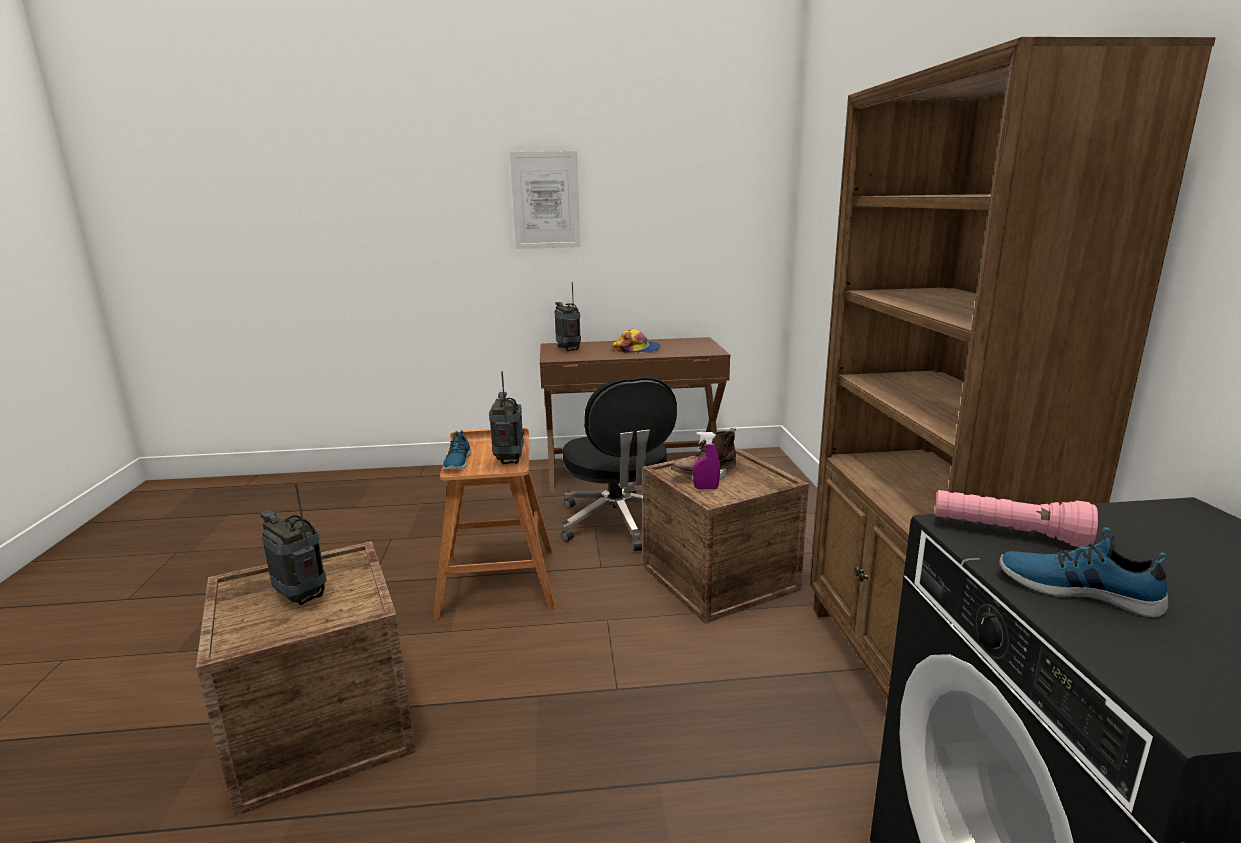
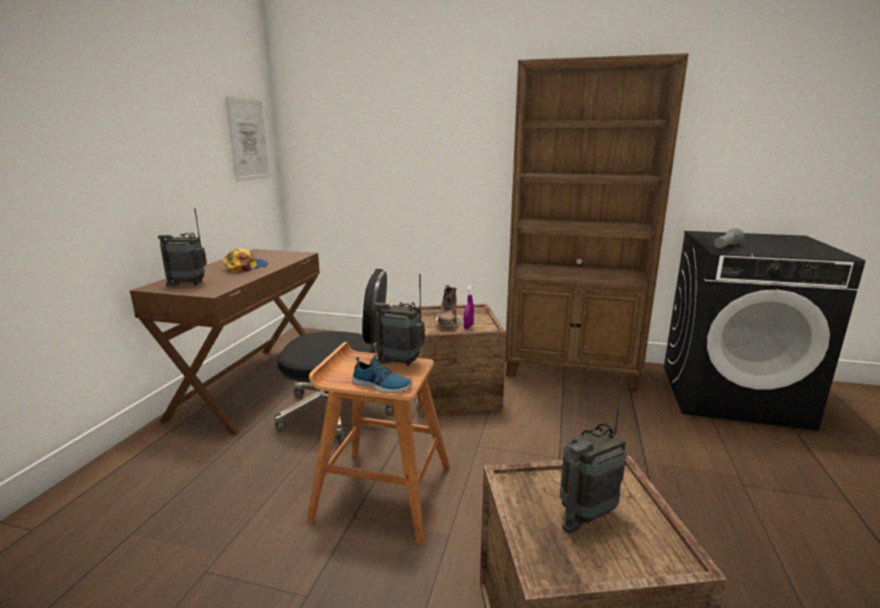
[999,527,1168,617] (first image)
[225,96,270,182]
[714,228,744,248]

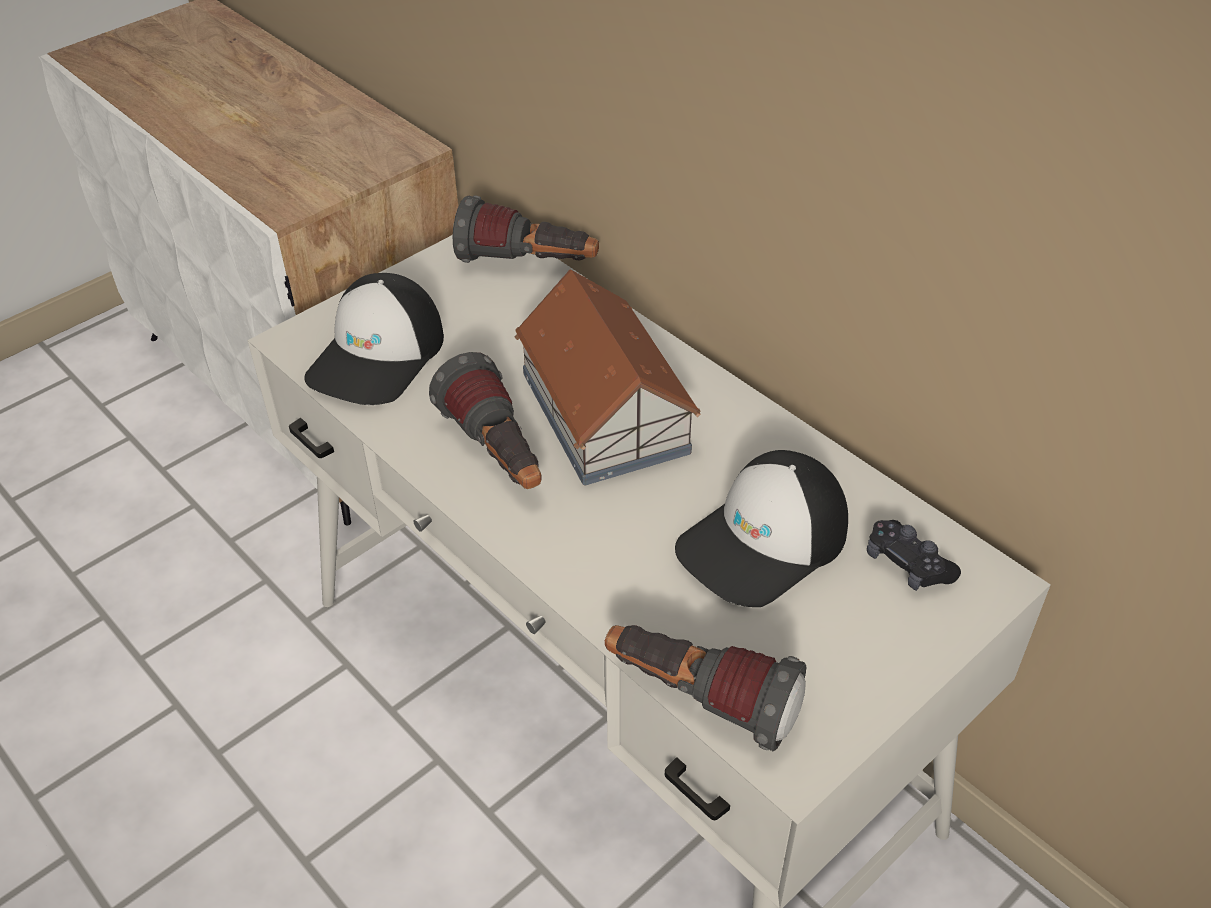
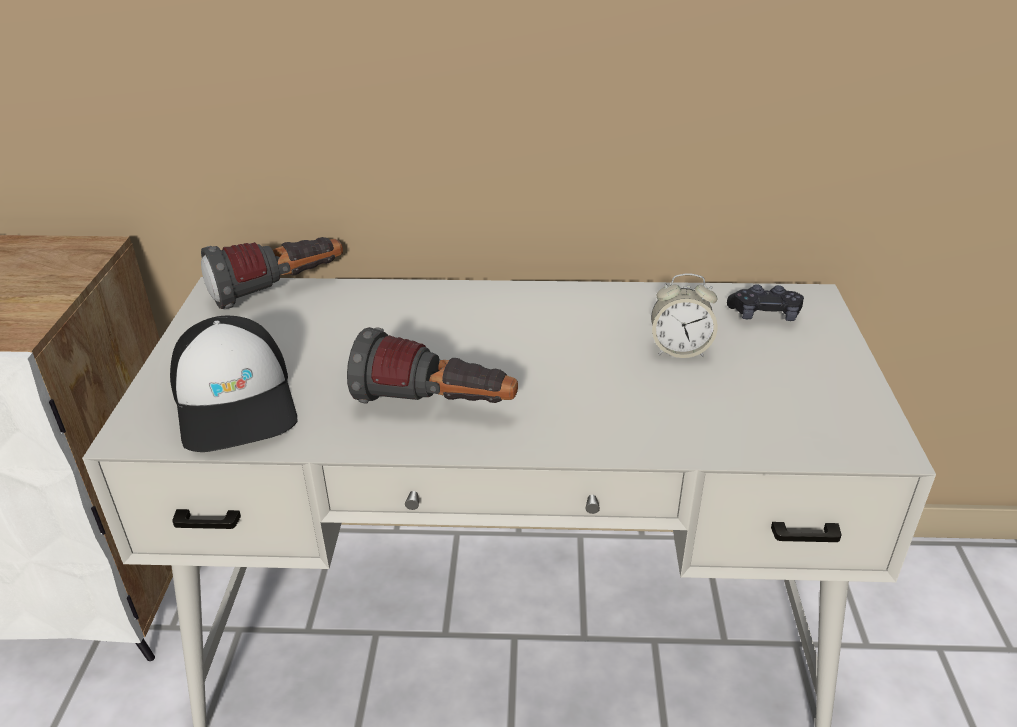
[515,270,701,486] (first image)
[605,625,806,751] (first image)
[651,273,717,358]

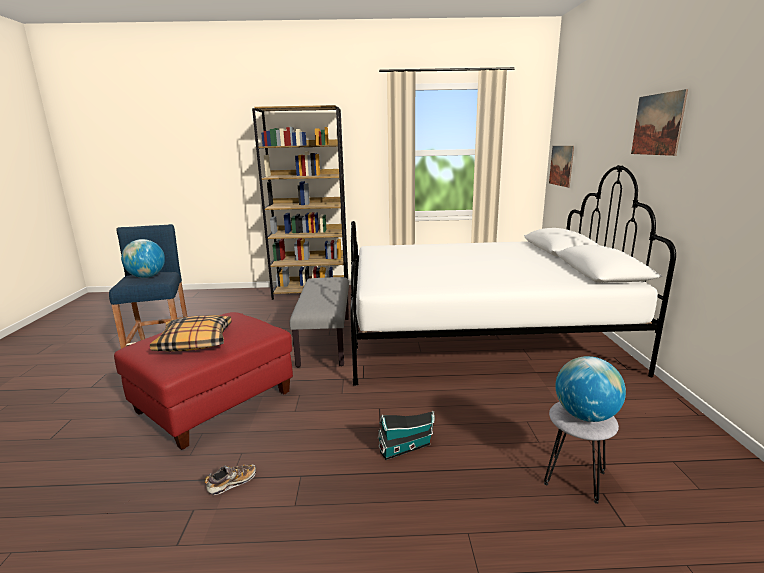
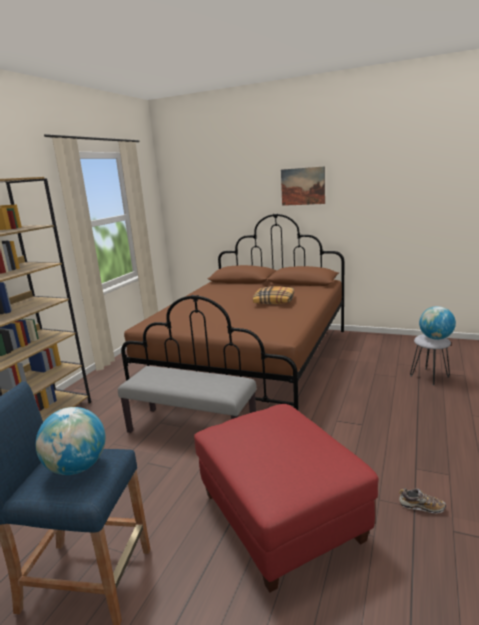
[377,411,435,460] (first image)
[549,146,574,188] (first image)
[253,286,294,304]
[121,214,344,410]
[399,488,446,514]

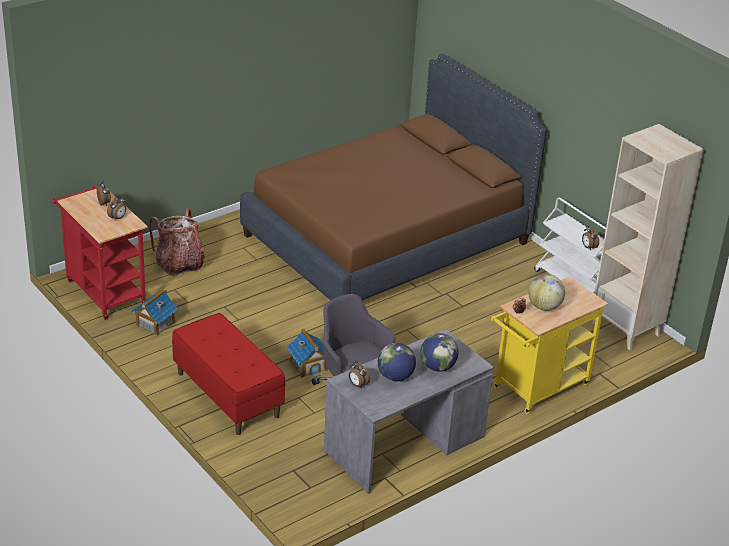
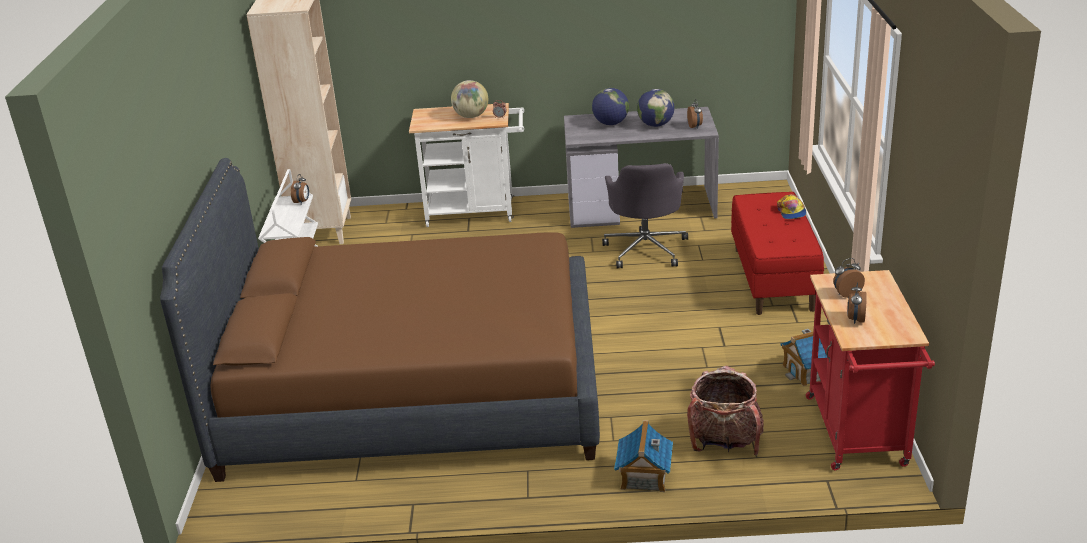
[777,194,806,219]
[614,420,673,492]
[409,103,524,227]

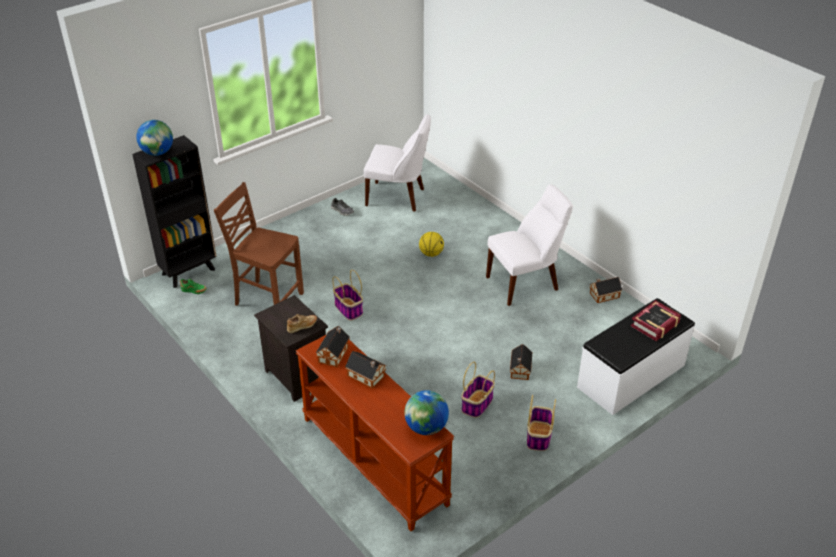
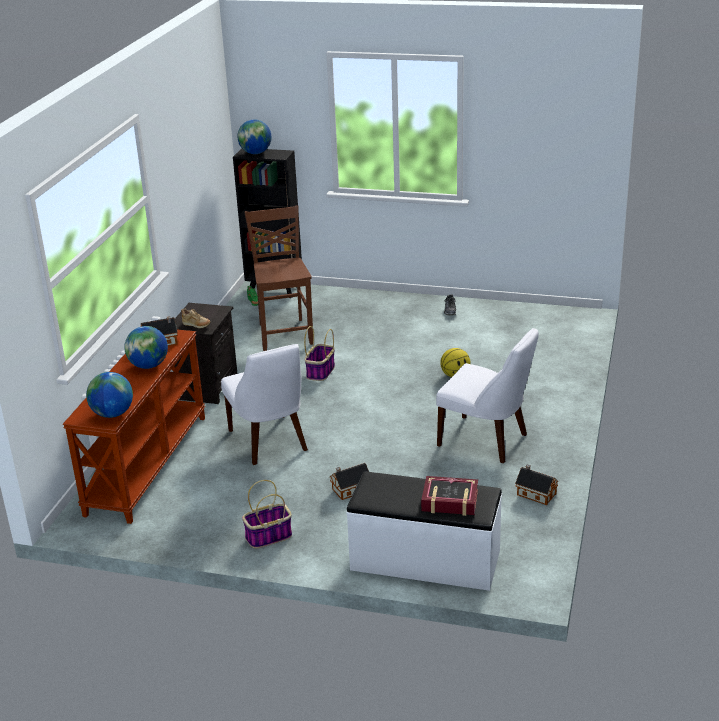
[461,362,495,418] (first image)
[221,344,308,465]
[124,326,168,369]

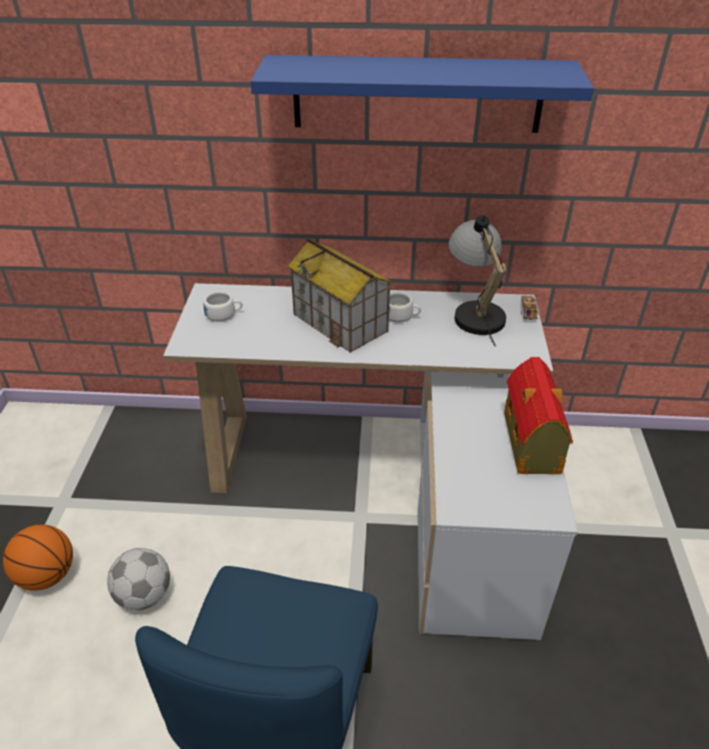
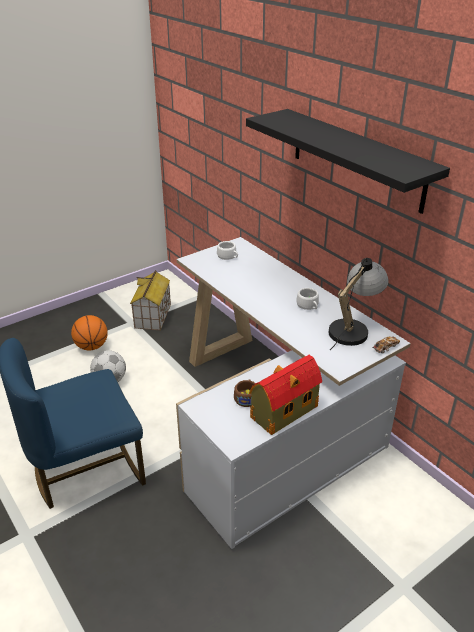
[234,379,256,407]
[130,270,171,331]
[246,109,450,214]

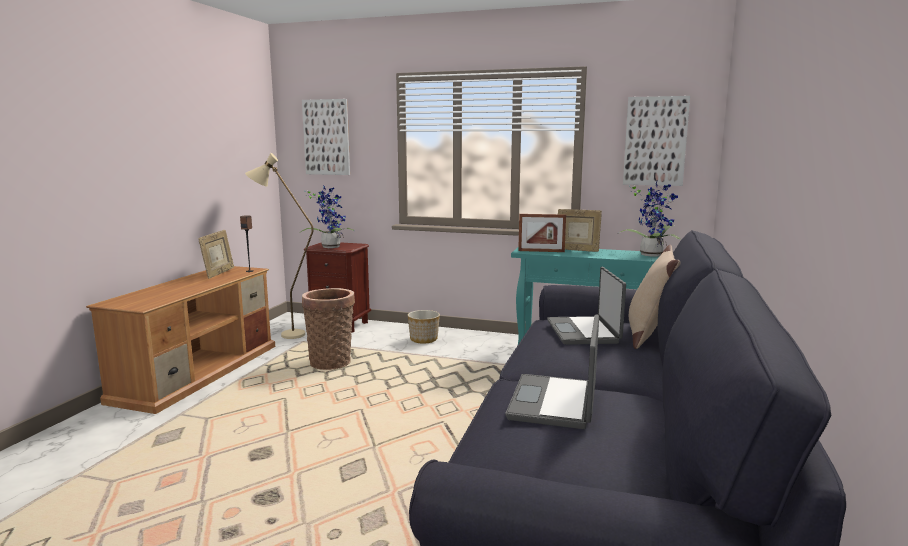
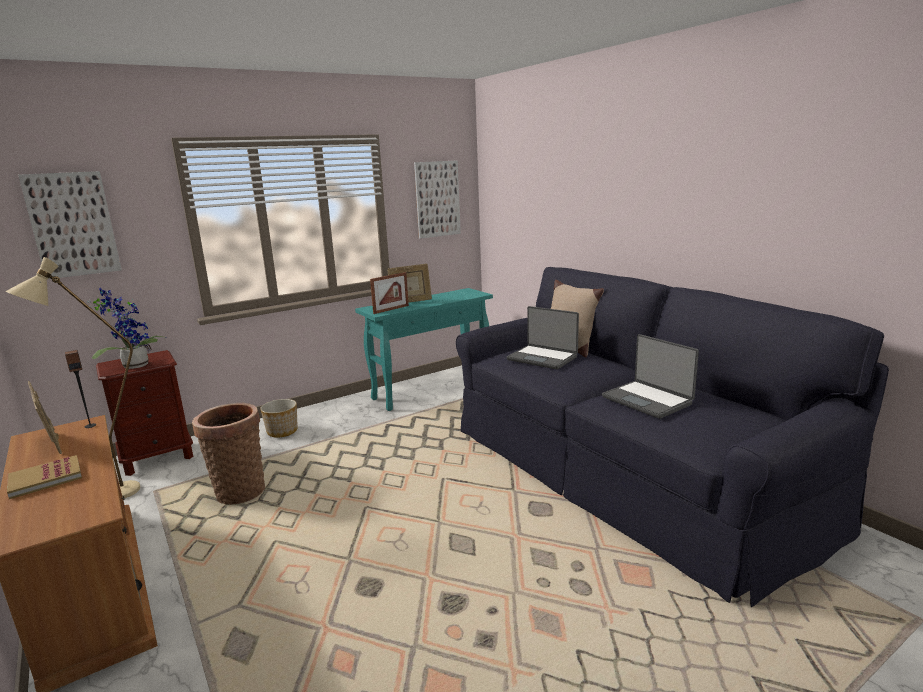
[619,180,681,257] (first image)
[7,455,82,499]

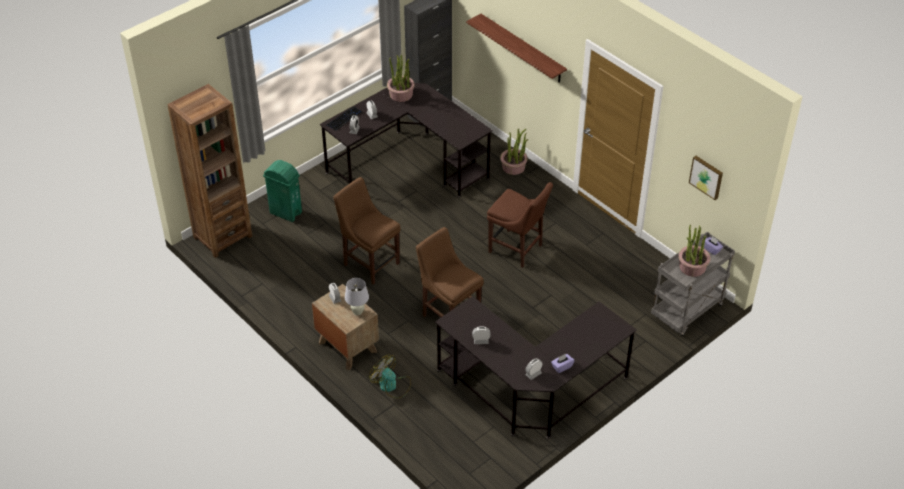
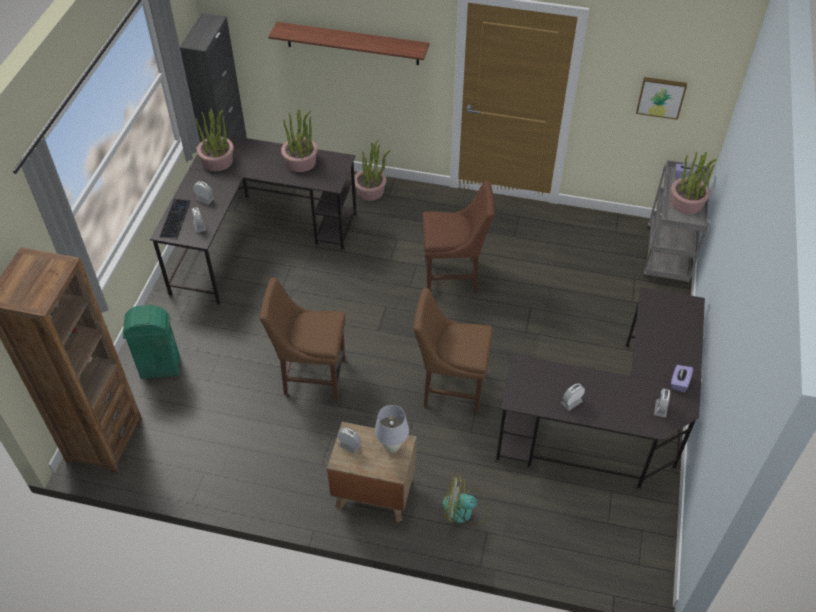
[281,109,318,172]

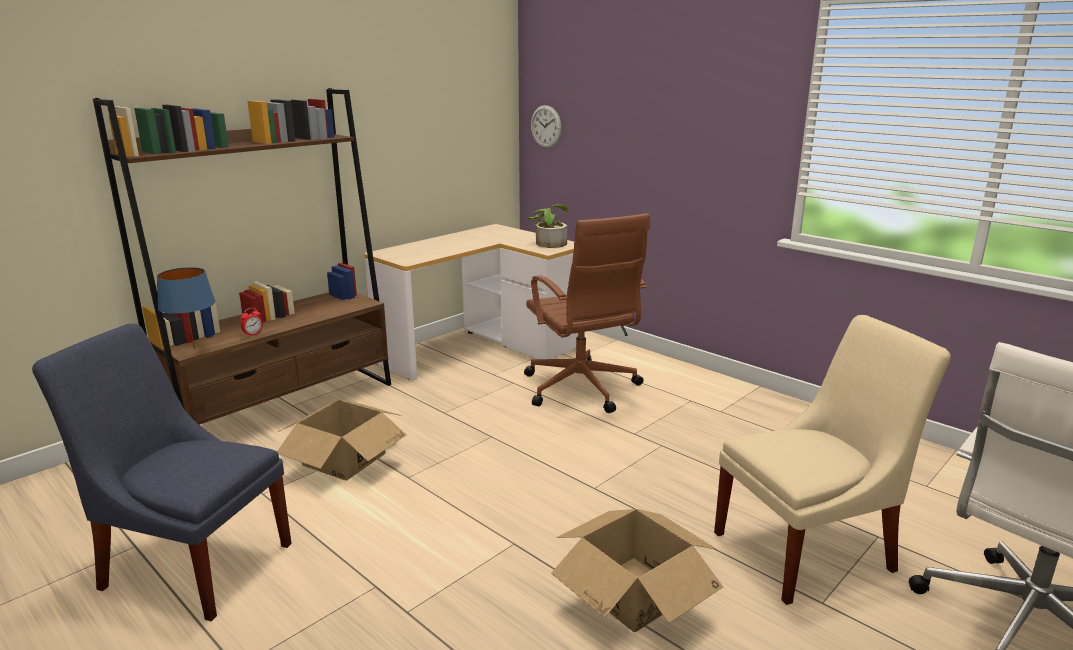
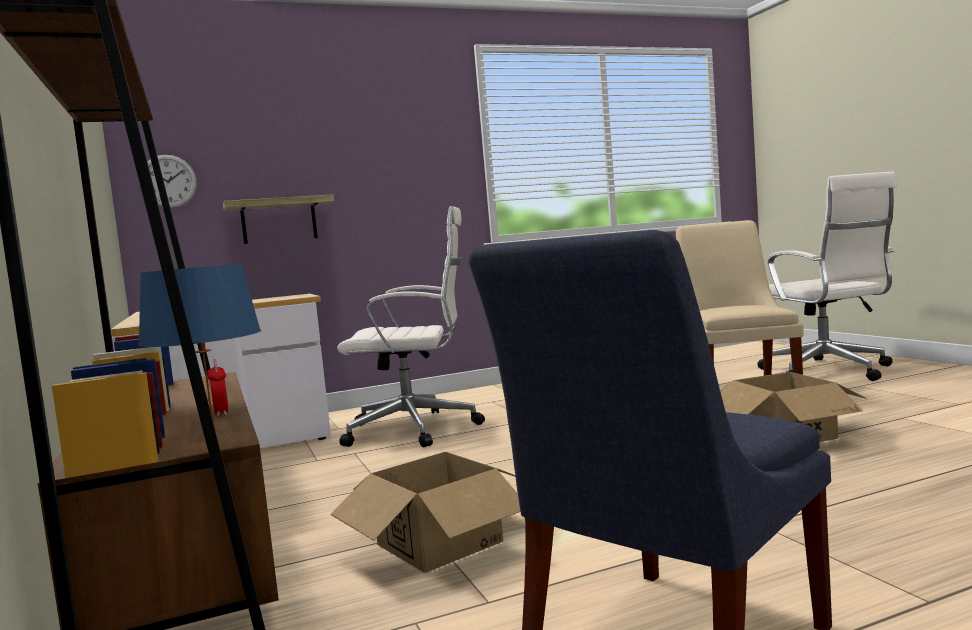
[527,204,568,248] (first image)
[223,195,334,244]
[337,206,485,448]

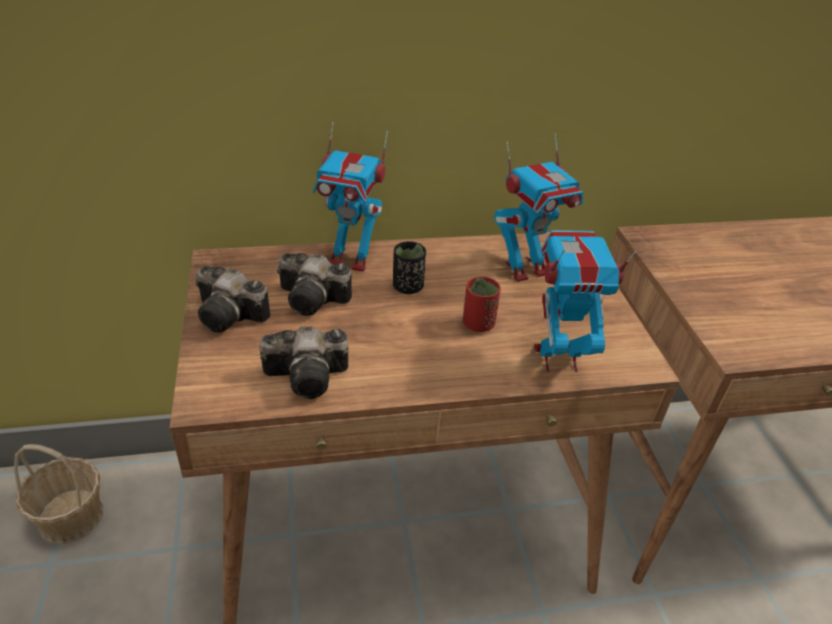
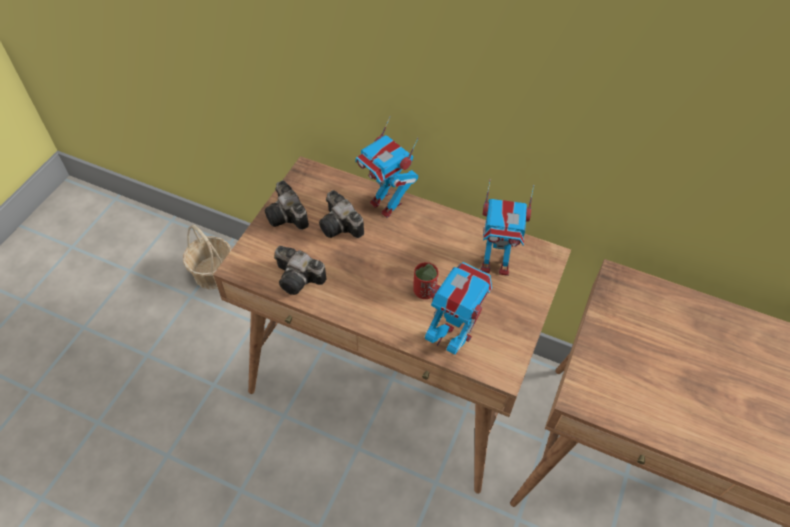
[393,241,426,294] (first image)

